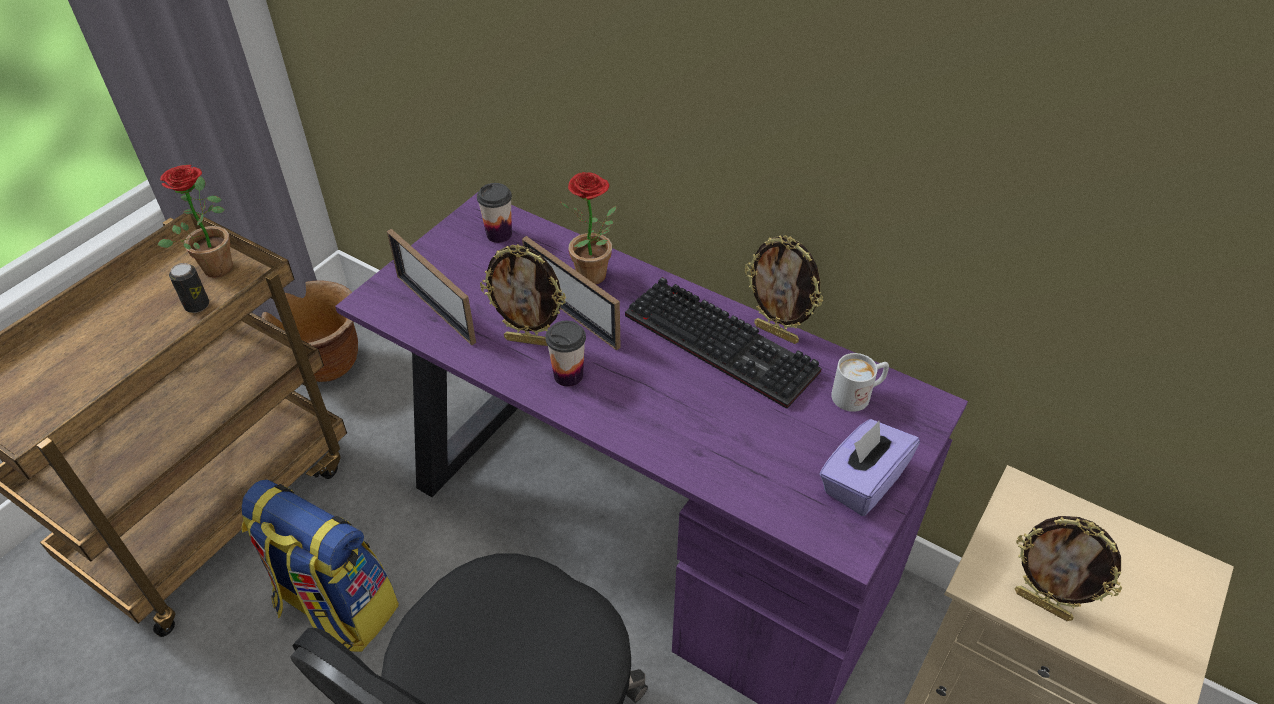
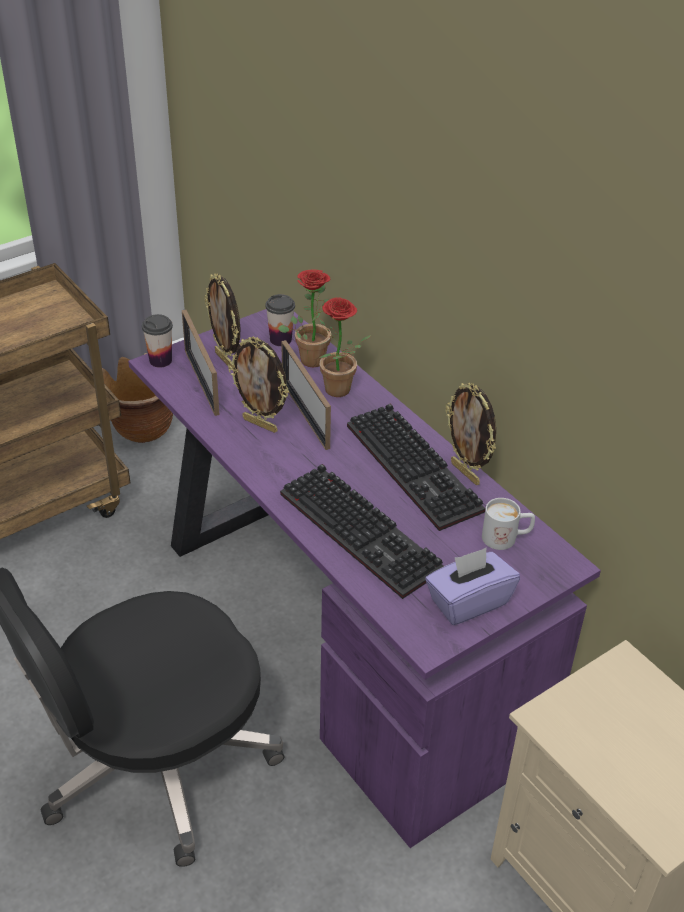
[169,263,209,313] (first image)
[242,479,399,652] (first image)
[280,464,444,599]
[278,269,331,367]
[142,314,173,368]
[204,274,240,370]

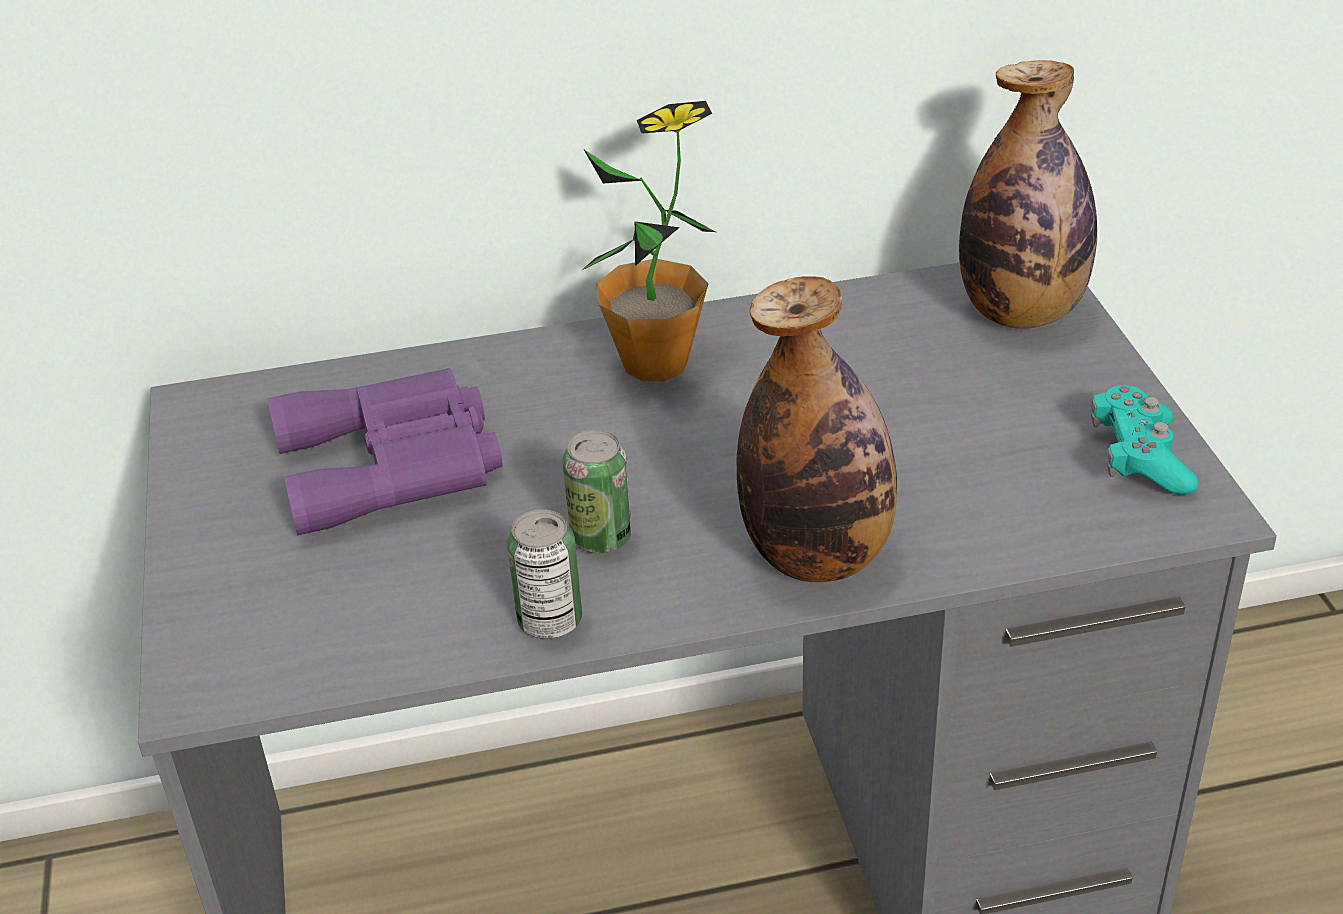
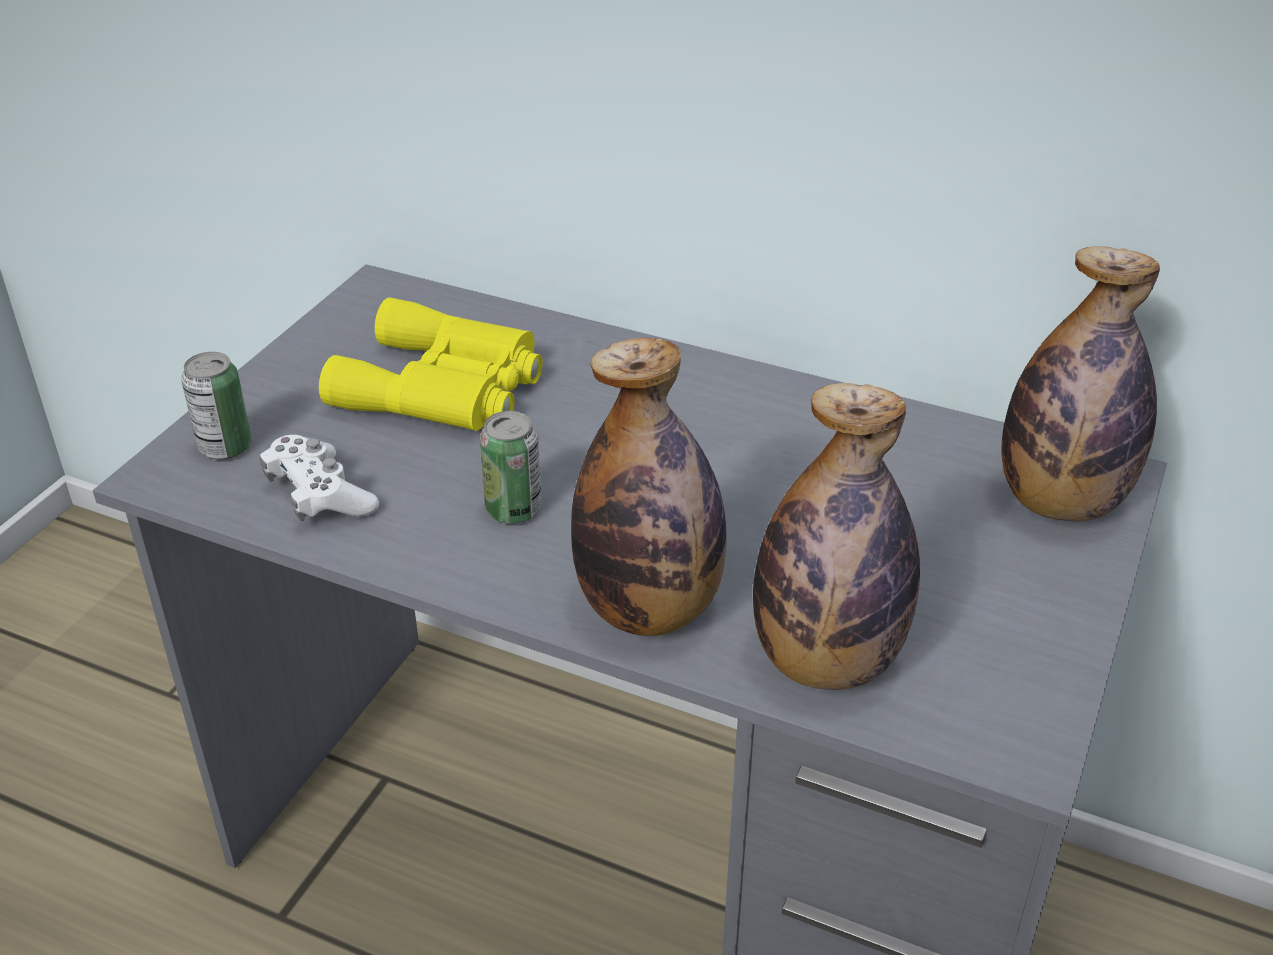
[581,101,715,381] (first image)
[1091,385,1199,495] (first image)
[260,435,379,521]
[753,383,920,690]
[182,352,252,460]
[319,297,542,431]

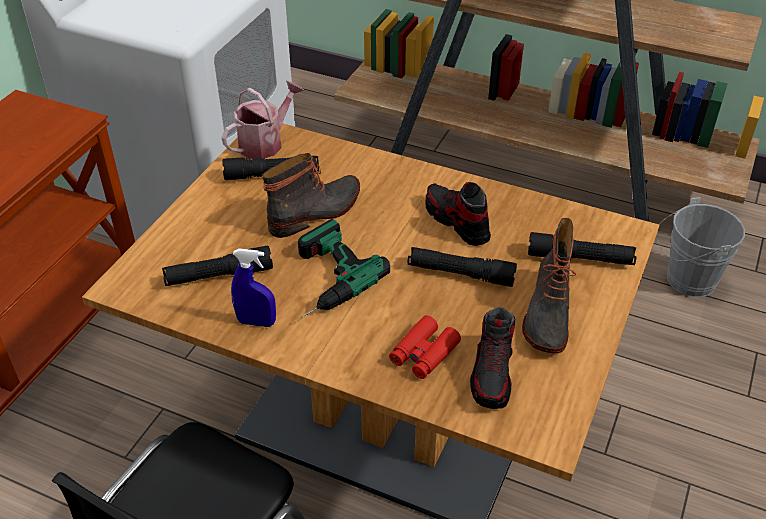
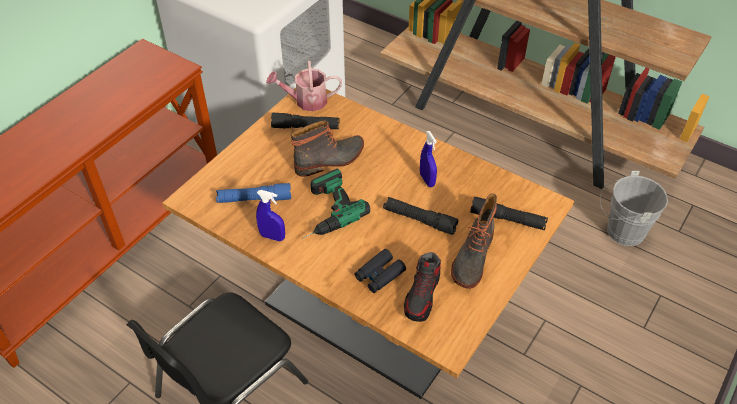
[420,131,437,187]
[216,183,291,203]
[354,249,406,293]
[266,61,342,111]

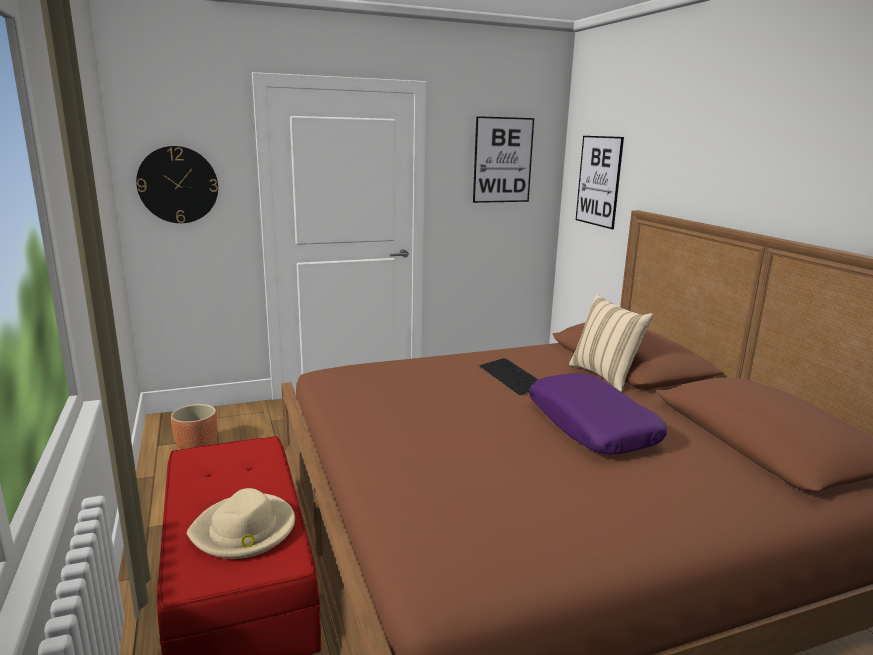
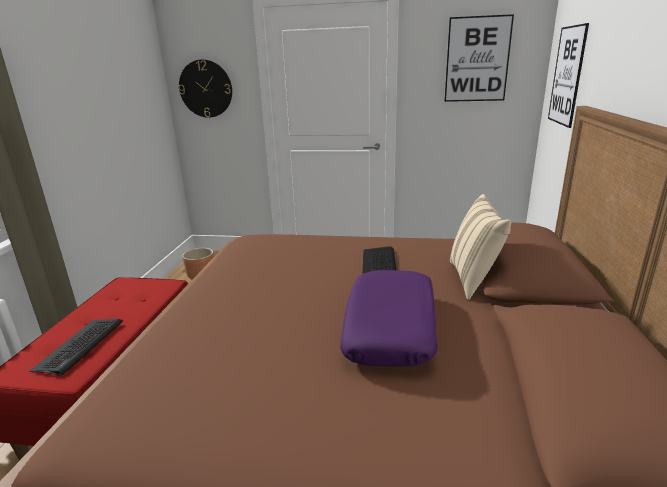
[29,319,123,376]

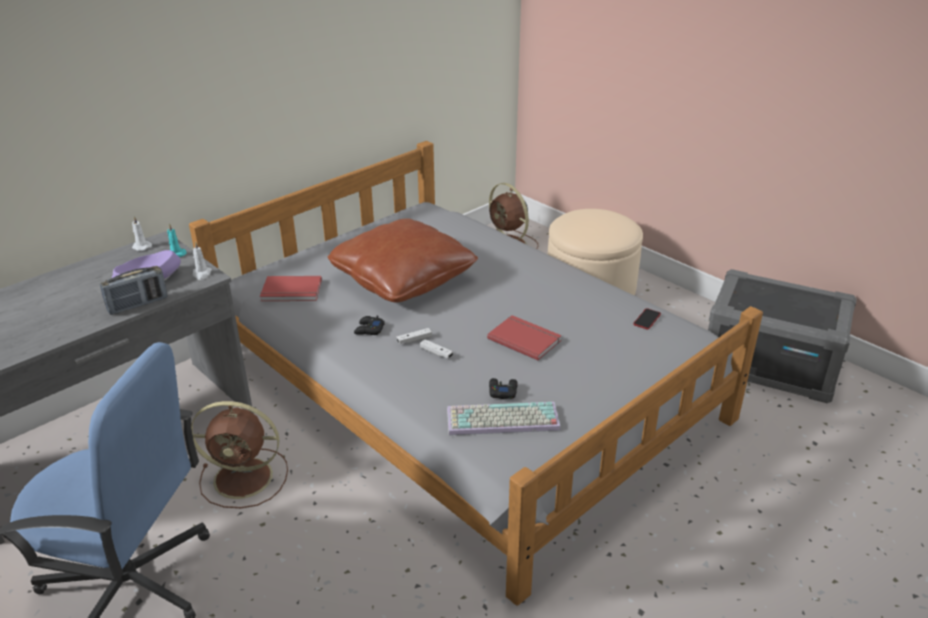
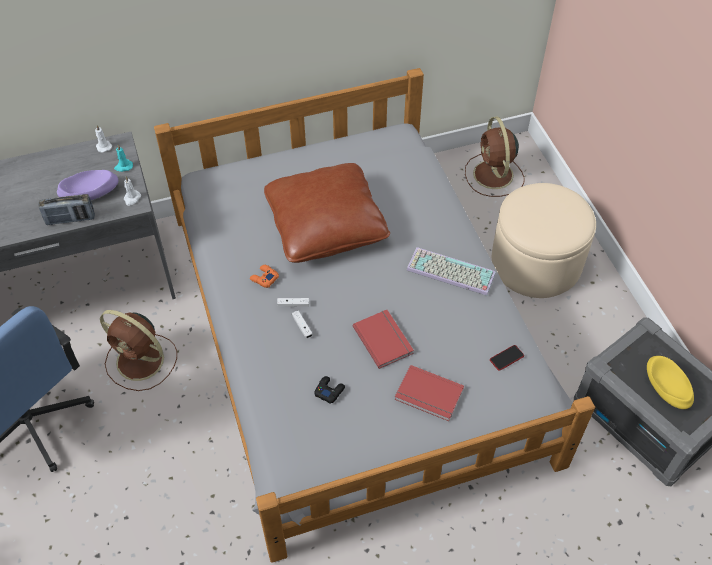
[647,356,694,409]
[395,365,464,421]
[406,247,496,296]
[250,265,279,288]

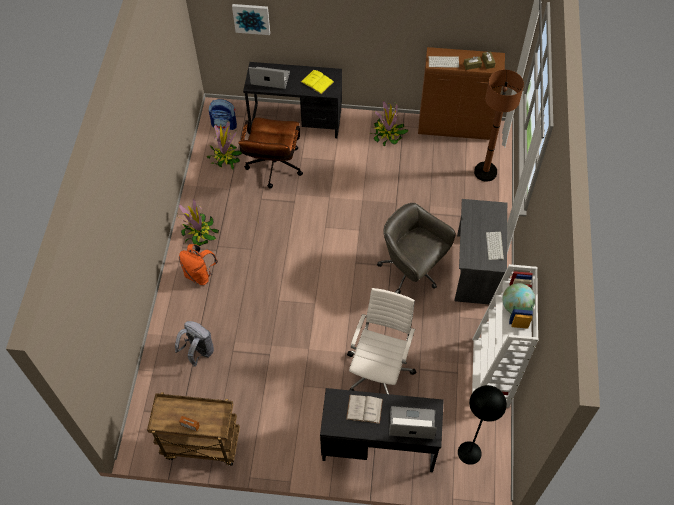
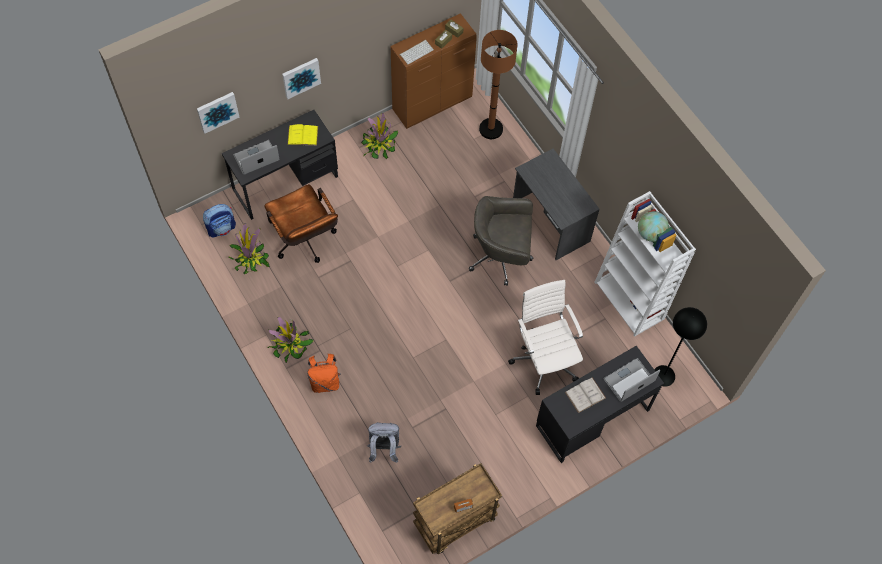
[486,232,504,260] (first image)
[282,58,321,99]

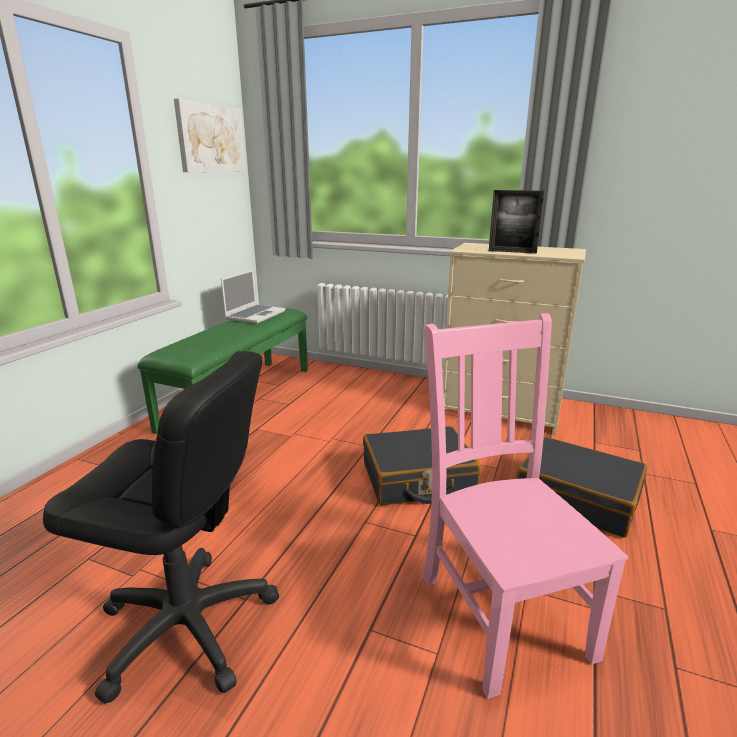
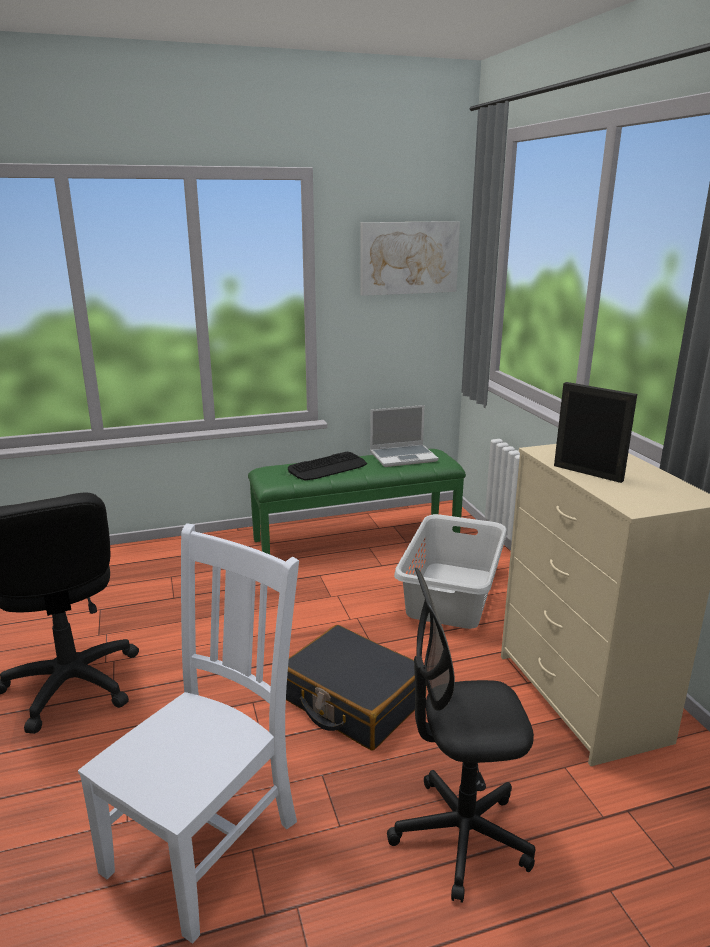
[288,452,367,481]
[394,514,507,629]
[387,568,535,903]
[78,523,299,944]
[554,382,637,483]

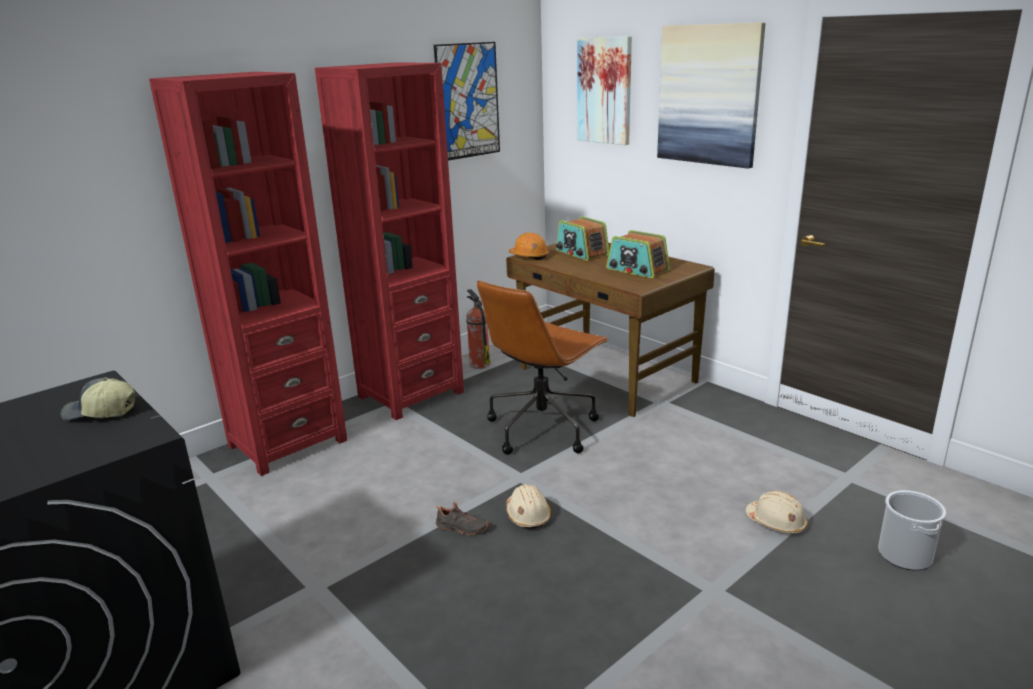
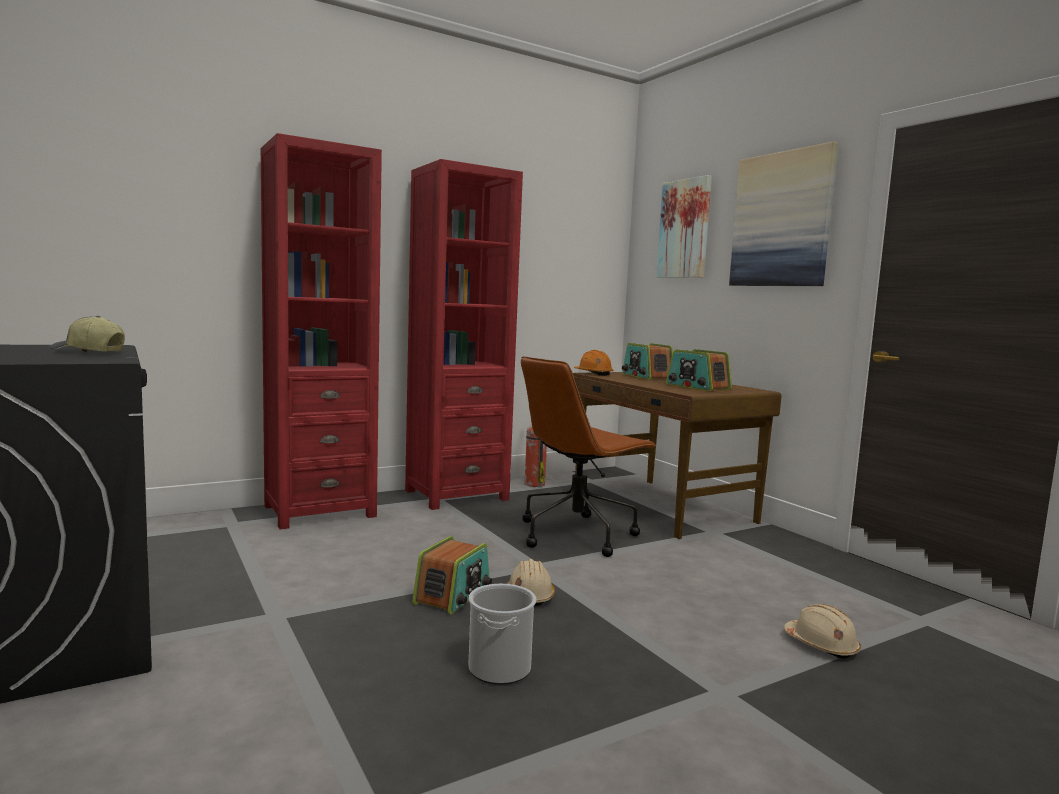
[434,42,500,161] (first image)
[468,584,536,685]
[412,536,492,615]

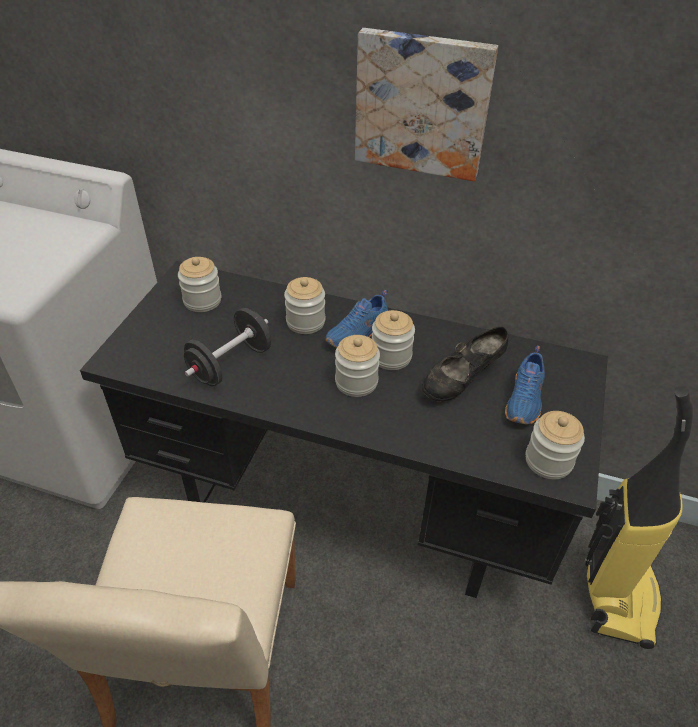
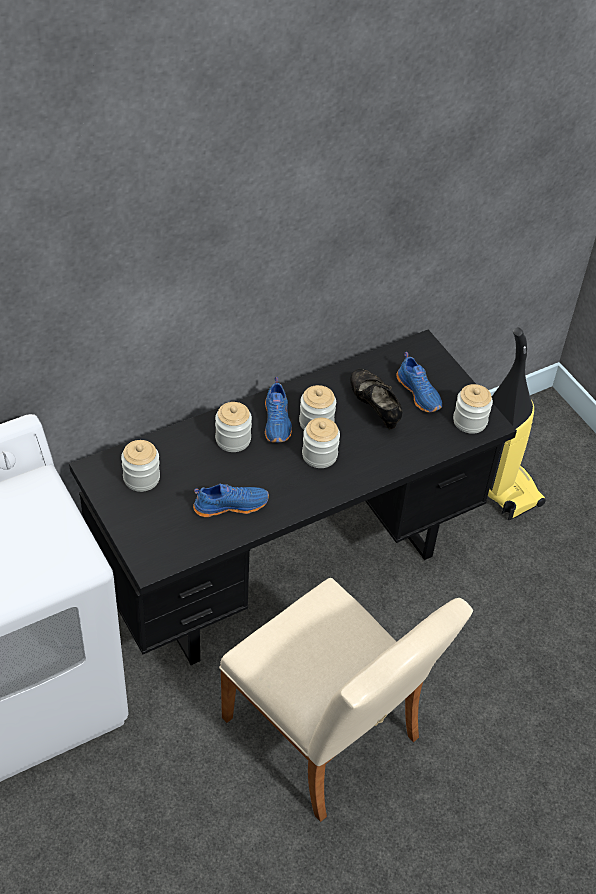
[355,28,498,181] (first image)
[193,484,269,517]
[350,369,402,429]

